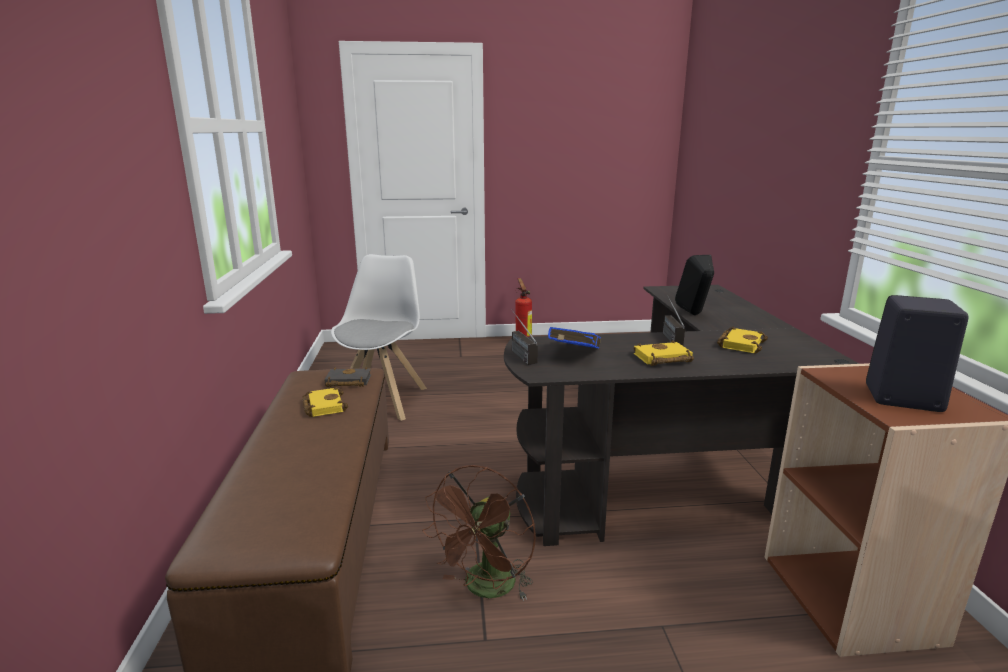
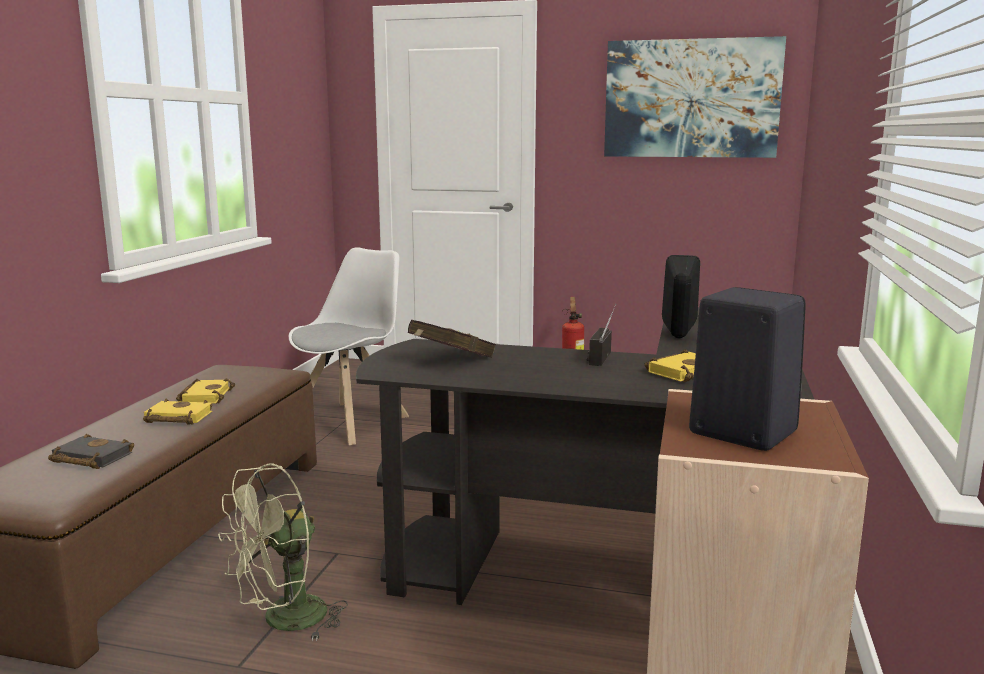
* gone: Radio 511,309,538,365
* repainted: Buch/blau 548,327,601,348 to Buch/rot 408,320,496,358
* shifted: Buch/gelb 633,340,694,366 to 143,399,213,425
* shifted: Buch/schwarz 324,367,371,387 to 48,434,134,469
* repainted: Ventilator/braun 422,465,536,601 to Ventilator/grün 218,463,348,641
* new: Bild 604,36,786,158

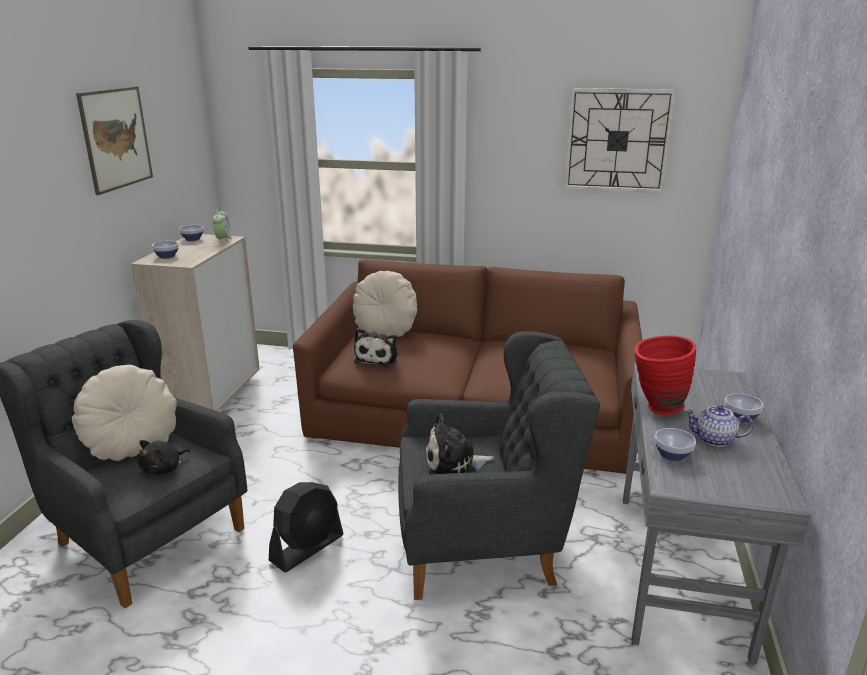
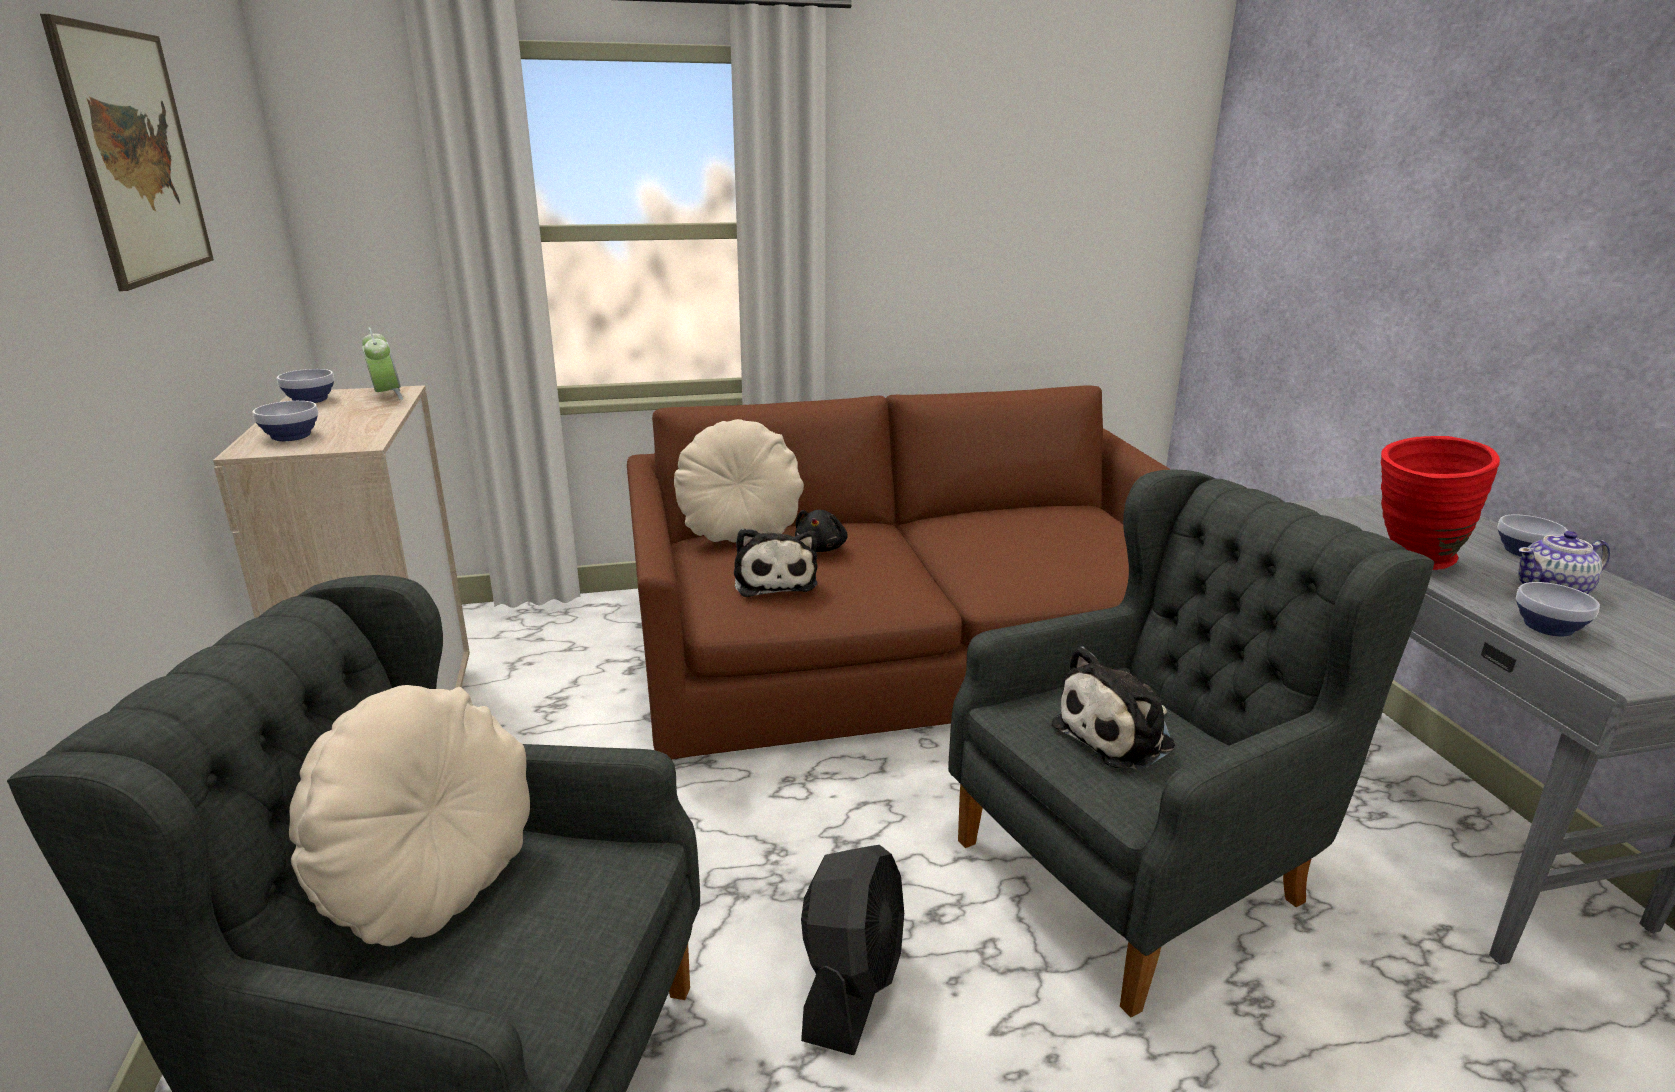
* gone: Wanduhr 564,88,676,193
* shifted: Plüschtier/schwarz 138,440,190,474 to 795,510,848,552

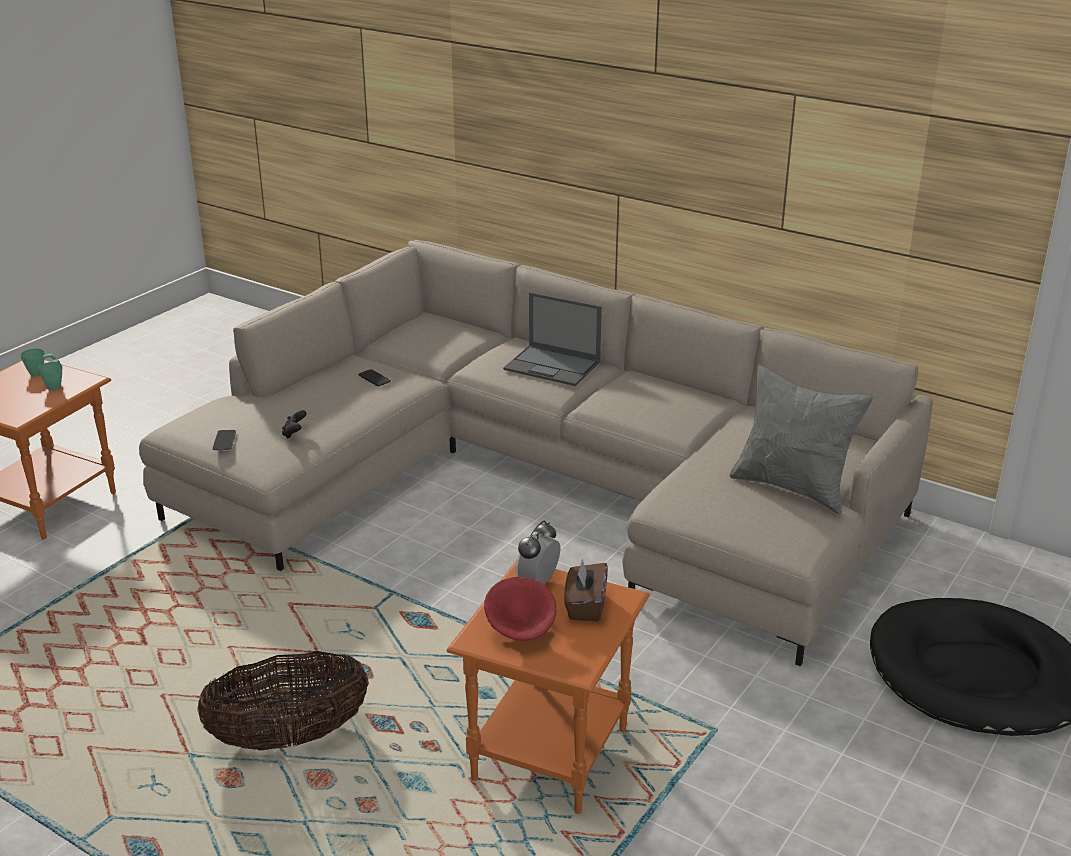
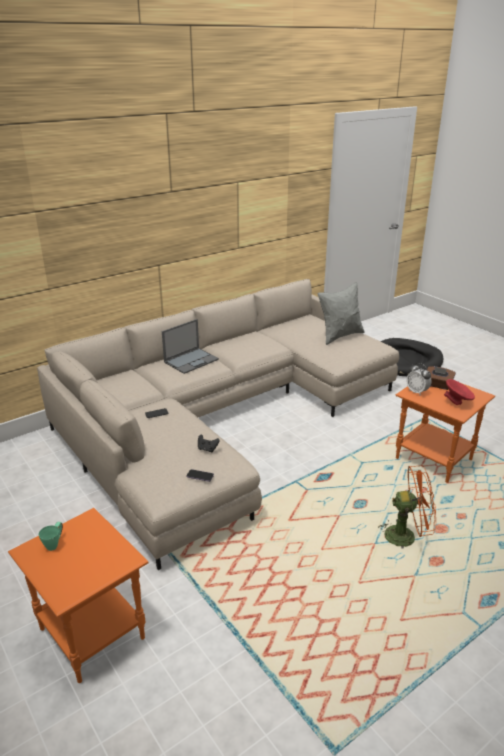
* gone: Henkelbecher/grün 38,359,62,390
* swapped: Korb 198,651,369,750 to Ventilator/orange 378,465,436,549

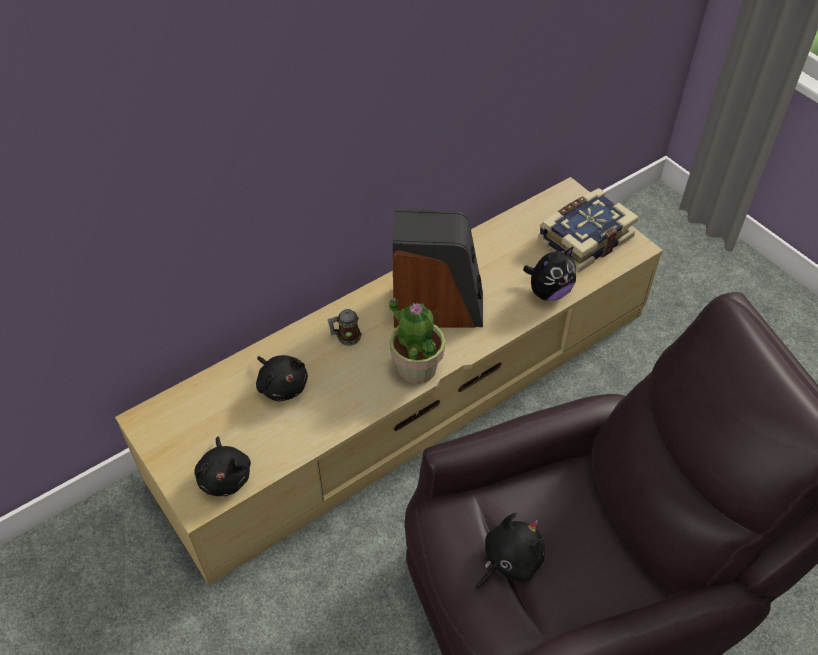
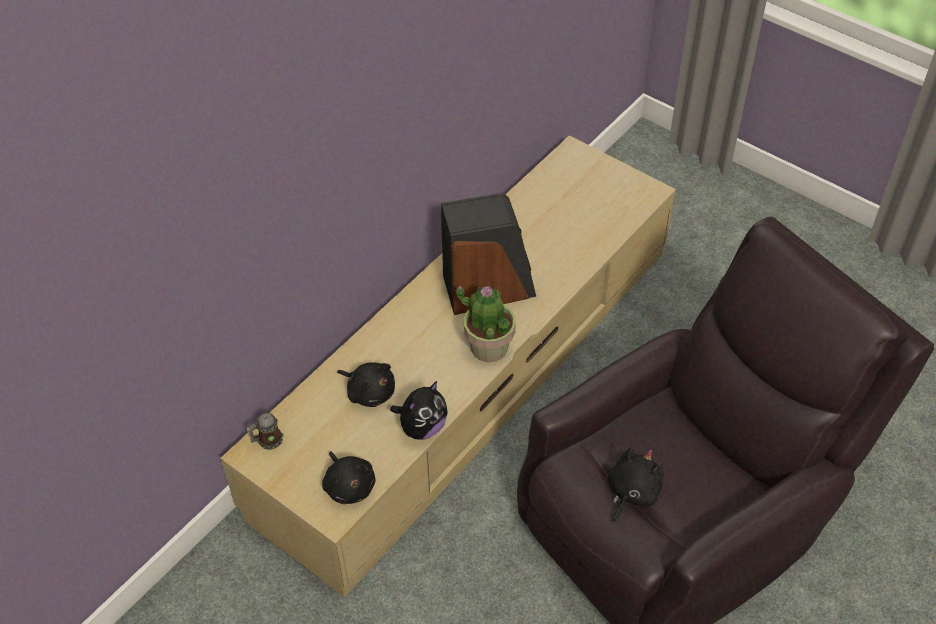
* gone: Buch 538,188,639,273
* shifted: Plüschtier 523,246,576,301 to 390,381,448,440
* shifted: Henkelbecher 328,309,362,346 to 246,413,284,450

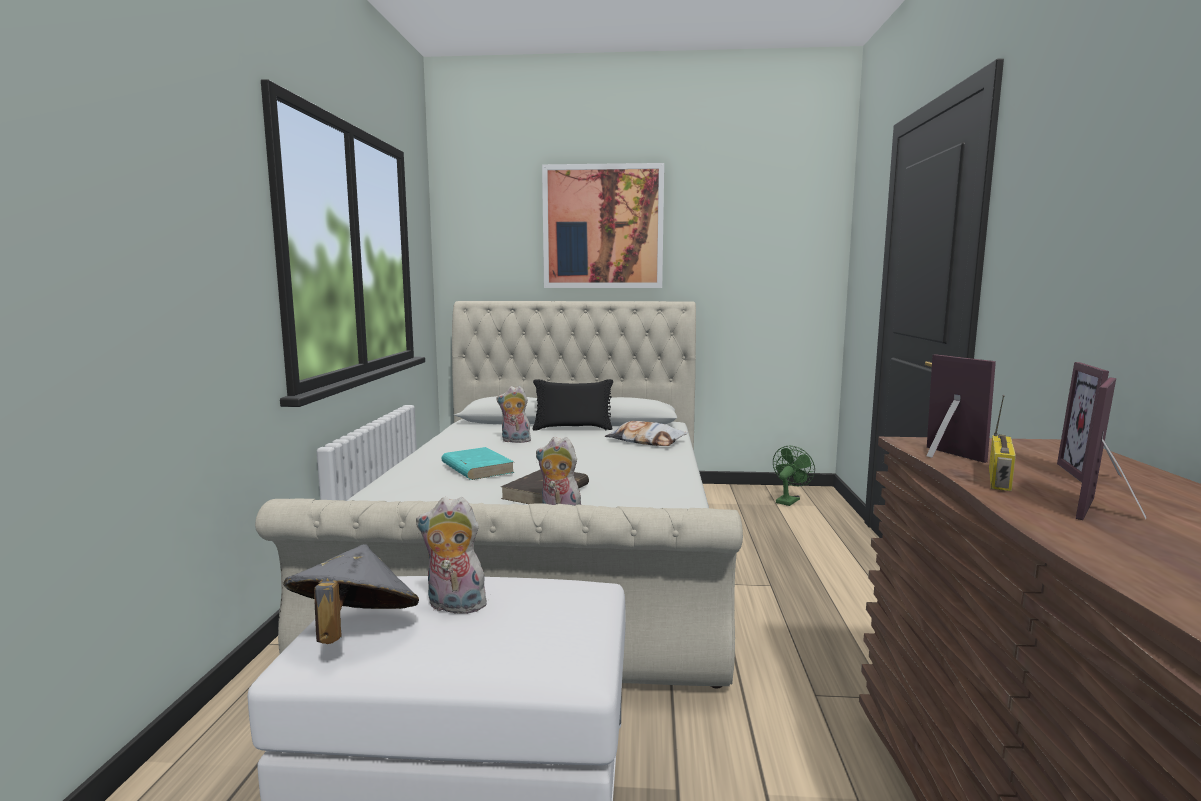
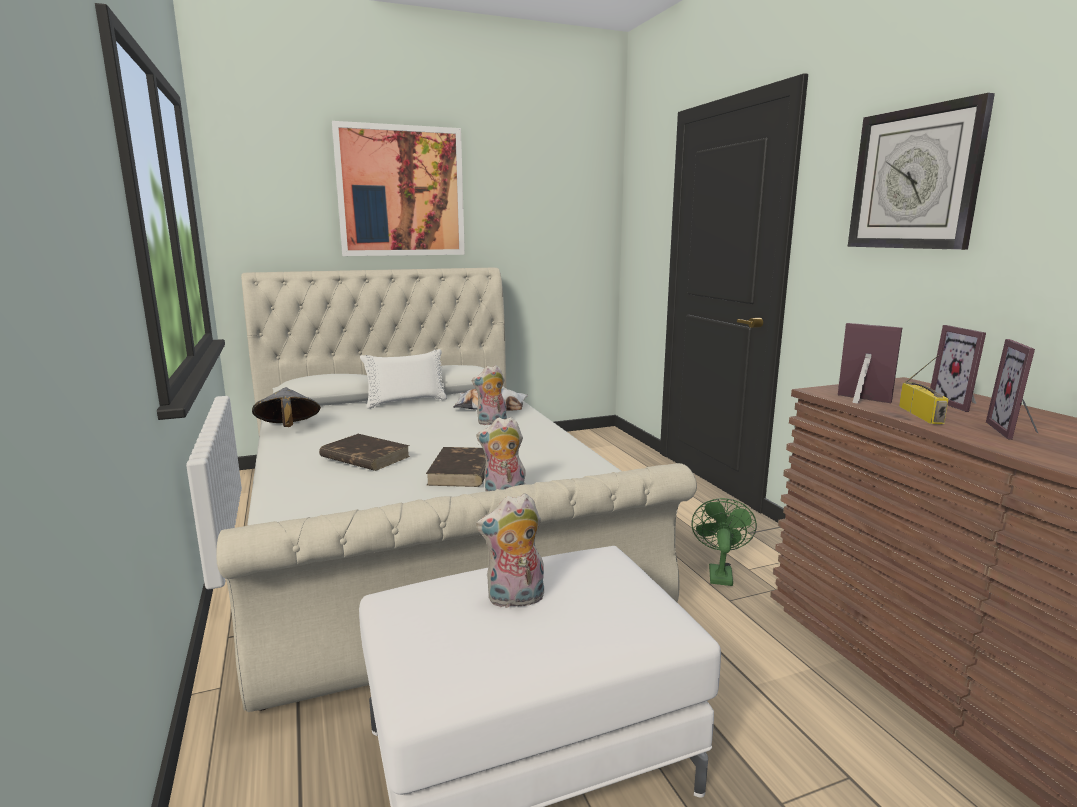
* repainted: Kissen/schwarz 533,379,613,431 to Kissen/weiß 360,349,447,409
* shifted: Plüschtier 496,386,531,443 to 472,365,507,425
* shifted: Ventilator/grün 773,446,815,506 to 691,498,757,586
* repainted: Buch/türkis 441,447,515,480 to Buch/braun 319,434,410,471
* shifted: Hut/grau 283,544,419,644 to 252,387,321,427
* new: Wanduhr 848,93,995,250

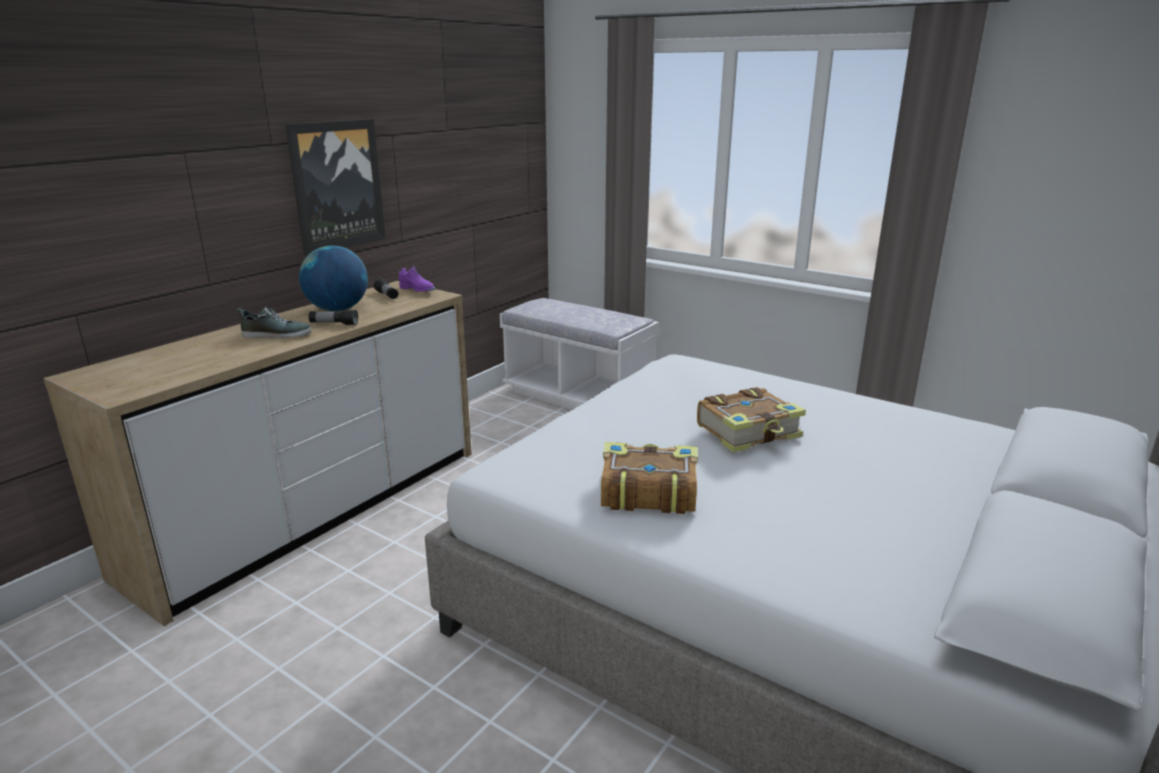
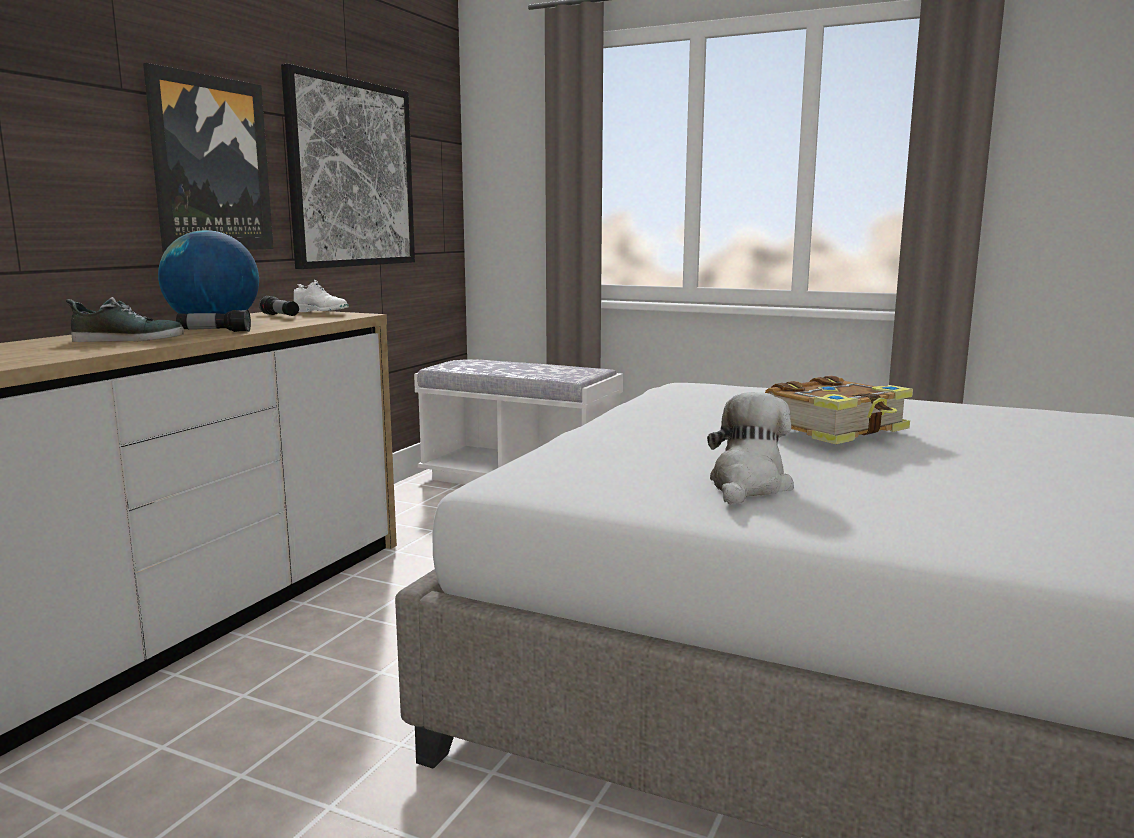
* repainted: Schuh/lila 399,266,435,292 to Schuh/weiß 294,280,349,312
* swapped: Buch 601,442,698,514 to Plüschtier 707,392,794,505
* new: Bild 281,64,415,269

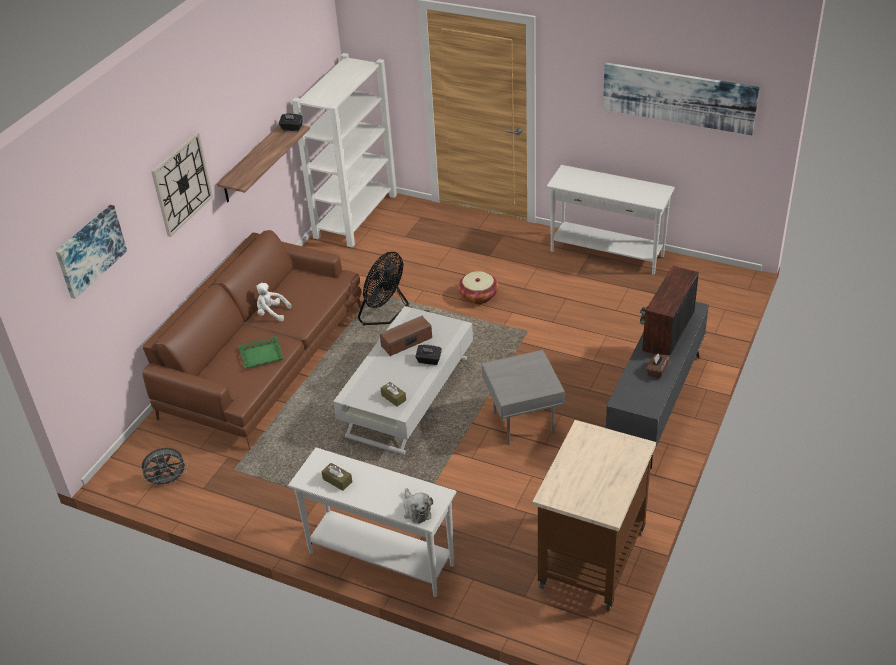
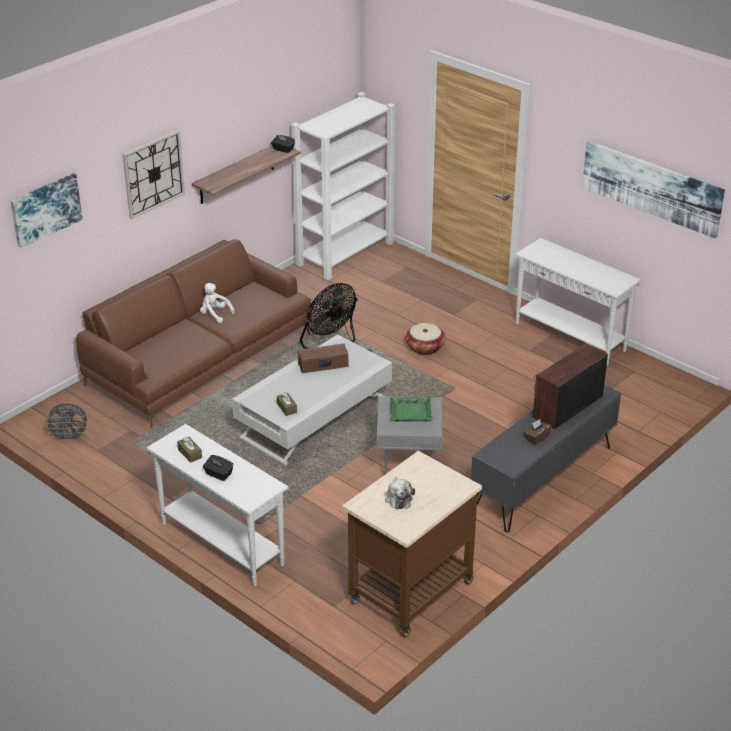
* shifted: Tablett/grün 238,336,284,368 to 390,397,433,422
* shifted: Taschentuchbox/schwarz 415,345,442,365 to 203,455,234,481
* shifted: Plüschtier 404,488,433,524 to 385,477,415,509

